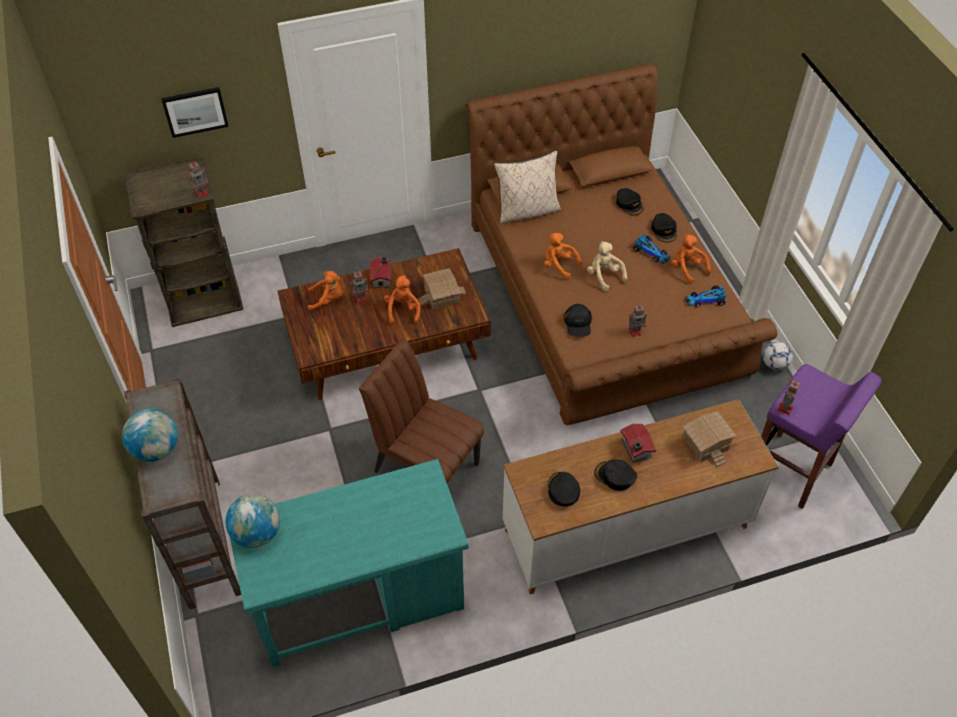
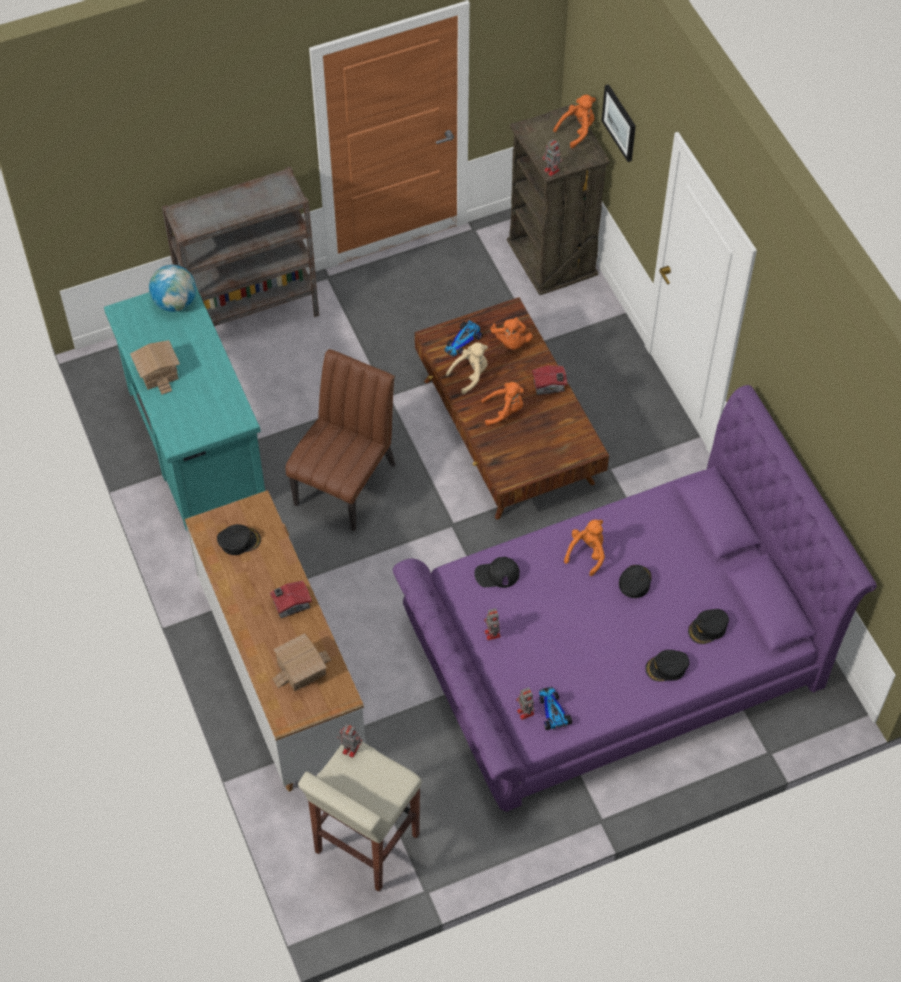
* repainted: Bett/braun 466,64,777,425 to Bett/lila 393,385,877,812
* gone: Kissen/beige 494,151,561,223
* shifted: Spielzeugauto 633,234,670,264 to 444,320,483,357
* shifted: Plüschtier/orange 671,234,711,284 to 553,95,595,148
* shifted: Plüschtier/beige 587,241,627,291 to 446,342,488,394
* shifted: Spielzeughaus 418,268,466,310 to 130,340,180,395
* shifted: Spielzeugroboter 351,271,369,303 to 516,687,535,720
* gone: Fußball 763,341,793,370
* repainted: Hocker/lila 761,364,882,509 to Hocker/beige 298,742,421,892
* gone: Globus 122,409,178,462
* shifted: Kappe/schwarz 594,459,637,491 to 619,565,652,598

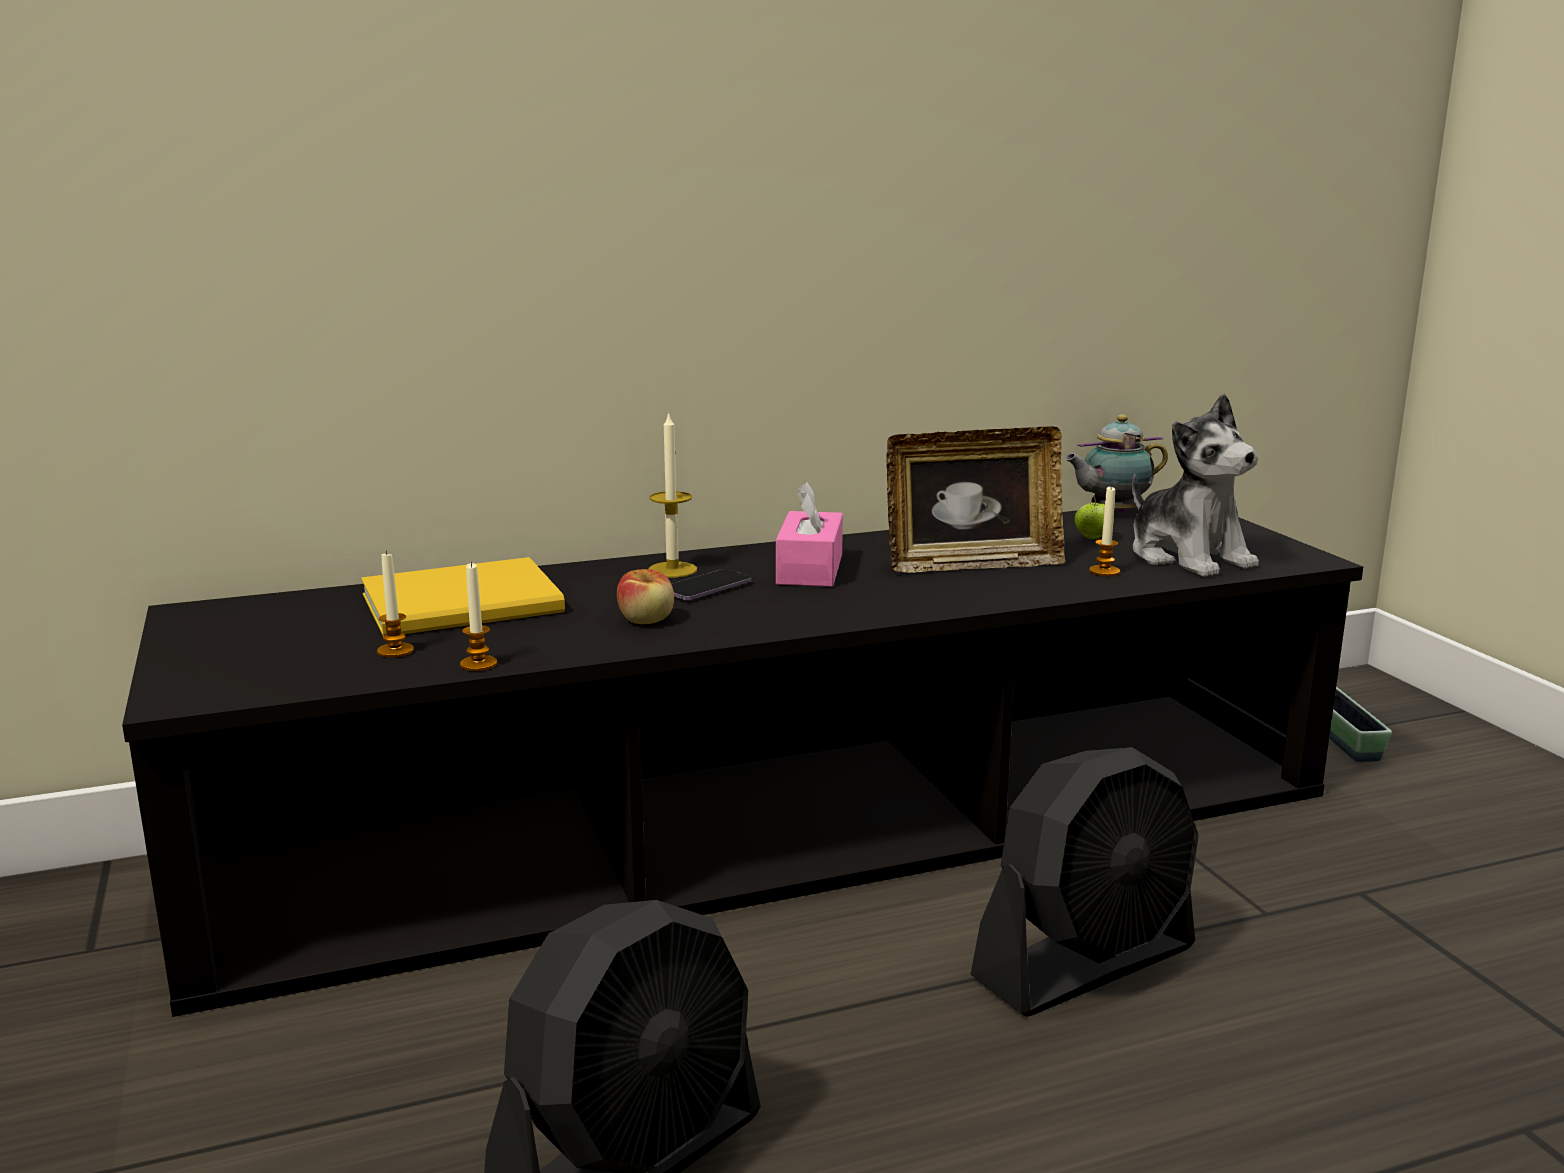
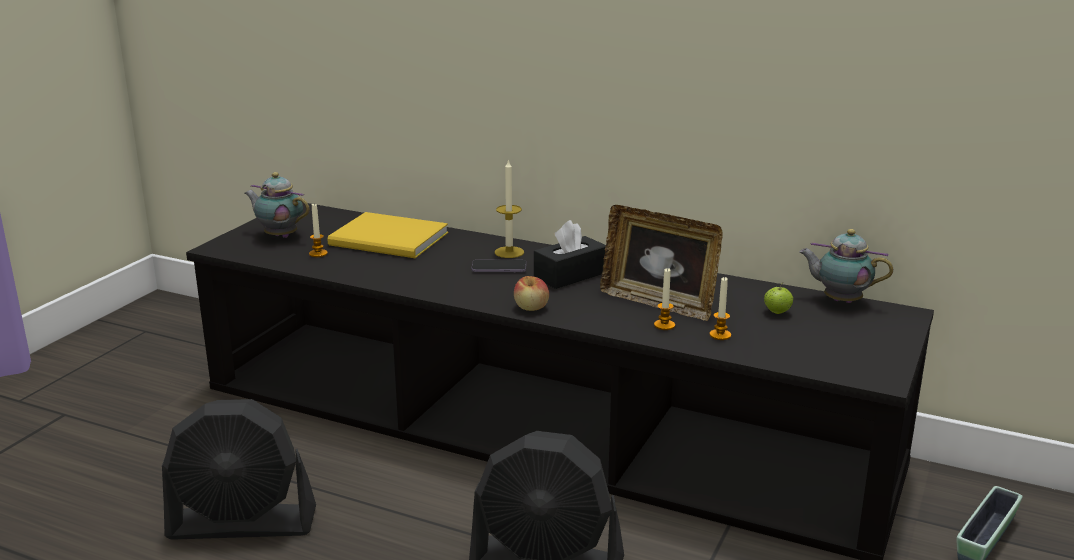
* gone: Plüschtier 1132,393,1259,577
* repainted: Taschentuchbox/rosa 776,481,843,587 to Taschentuchbox/schwarz 534,220,606,289
* shifted: Kerze 460,562,497,671 to 654,268,675,330
* shifted: Apfel 617,569,674,624 to 514,276,549,311
* new: Teekanne 245,172,310,238

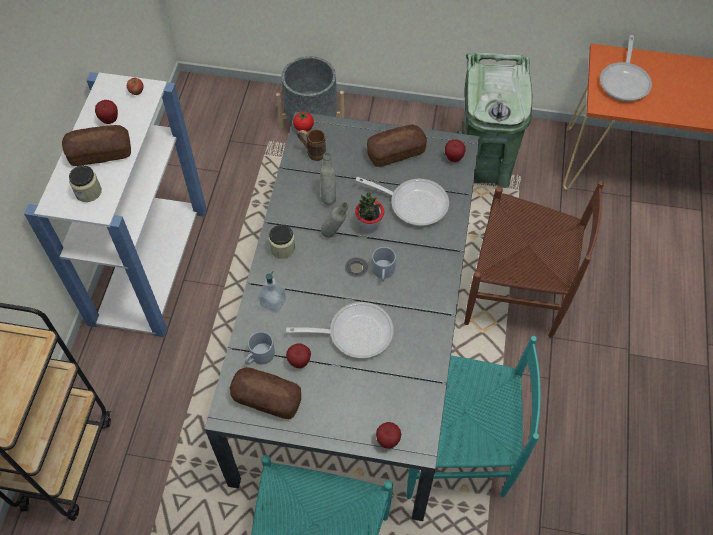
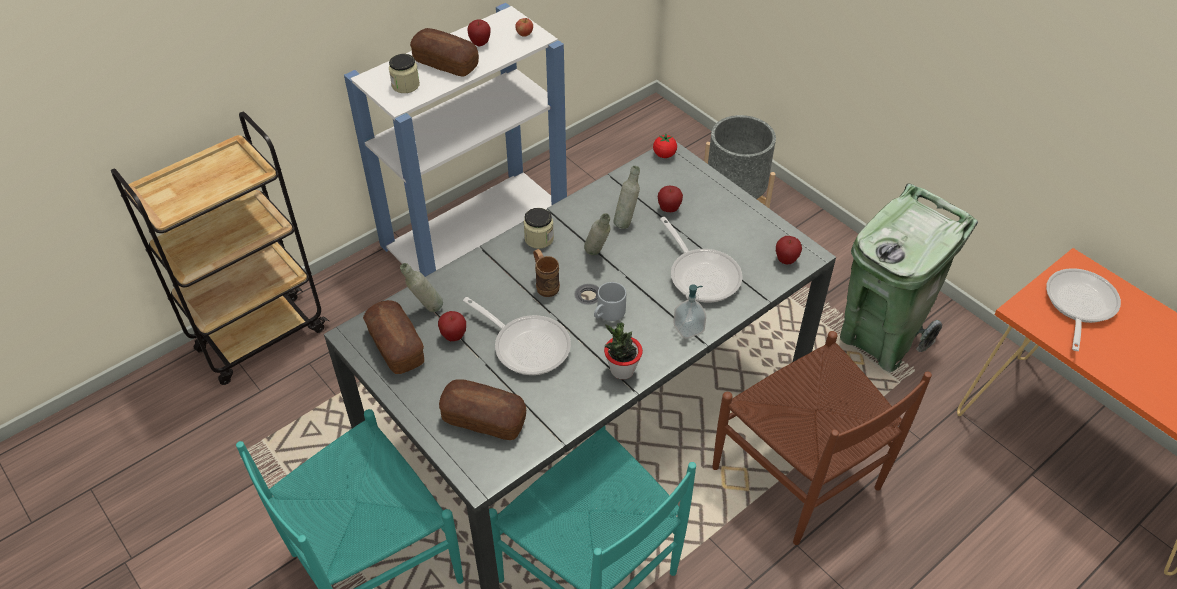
* rotated: Pfanne 600,35,652,101 = 1046,268,1121,351 150 degrees clockwise
* shifted: Brot 367,124,427,167 to 439,379,526,440
* shifted: Henkelbecher/braun 297,129,326,161 to 533,249,560,297
* shifted: Topfpflanze 355,193,384,233 to 604,322,643,379
* shifted: Seifenspender 259,271,286,313 to 673,285,706,339
* swapped: Henkelbecher/grau 245,332,275,364 to Flasche/grau 400,263,443,312
* shifted: Apfel 376,422,401,449 to 658,186,683,212

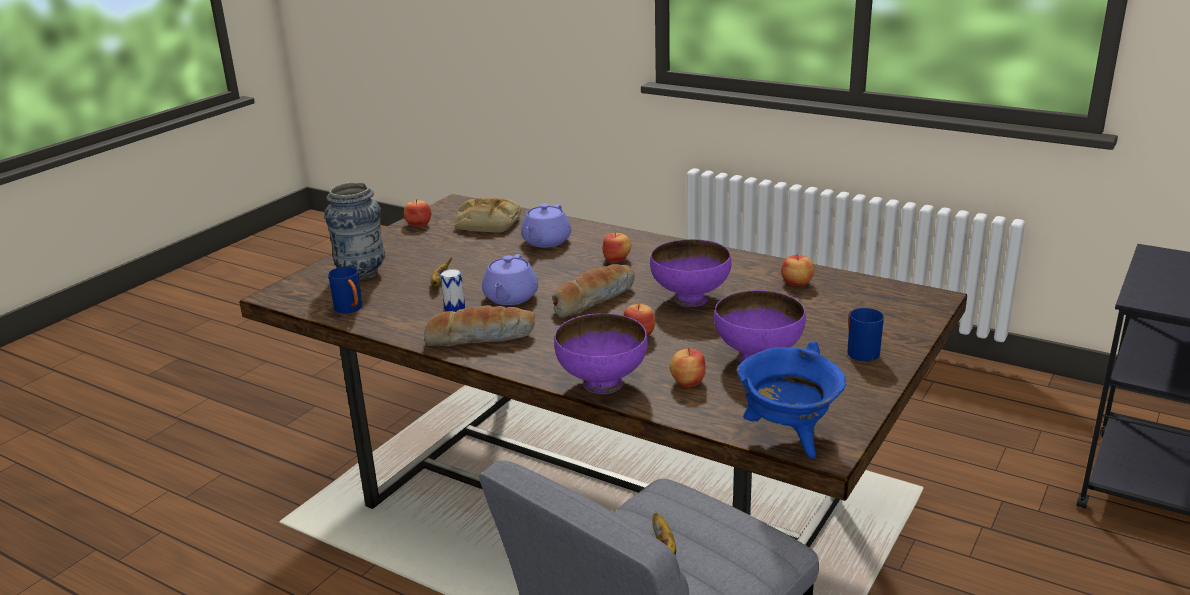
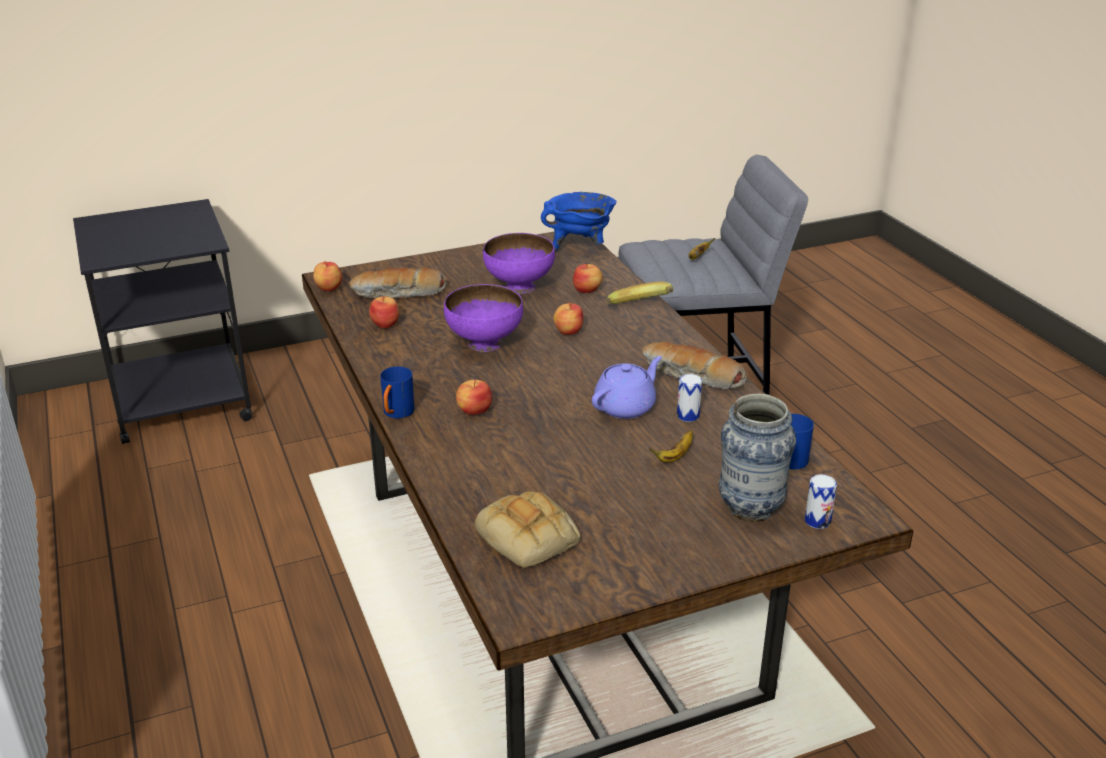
* shifted: Apfel 404,199,431,227 to 313,261,342,291
* gone: Teekanne/lila 521,203,571,248
* shifted: Brot 552,264,635,318 to 349,268,447,298
* shifted: Henkelbecher/blau 847,308,884,361 to 380,366,414,419
* swapped: Schüssel/lila 554,313,648,394 to Banane 607,281,673,304
* new: Dose 805,474,837,529

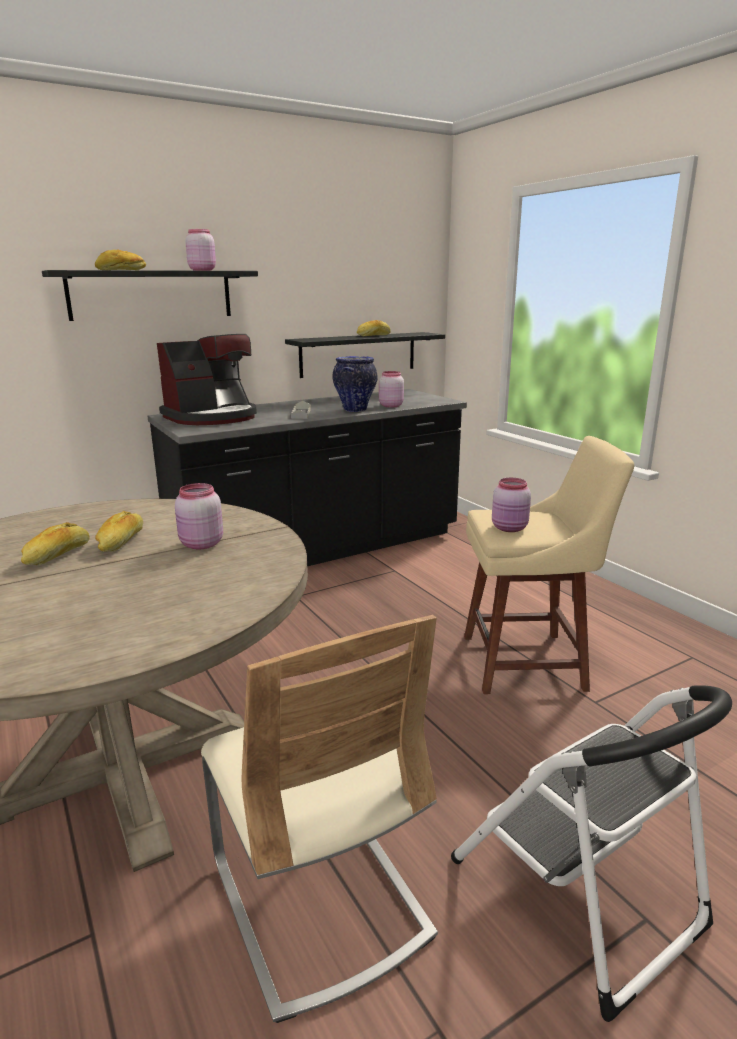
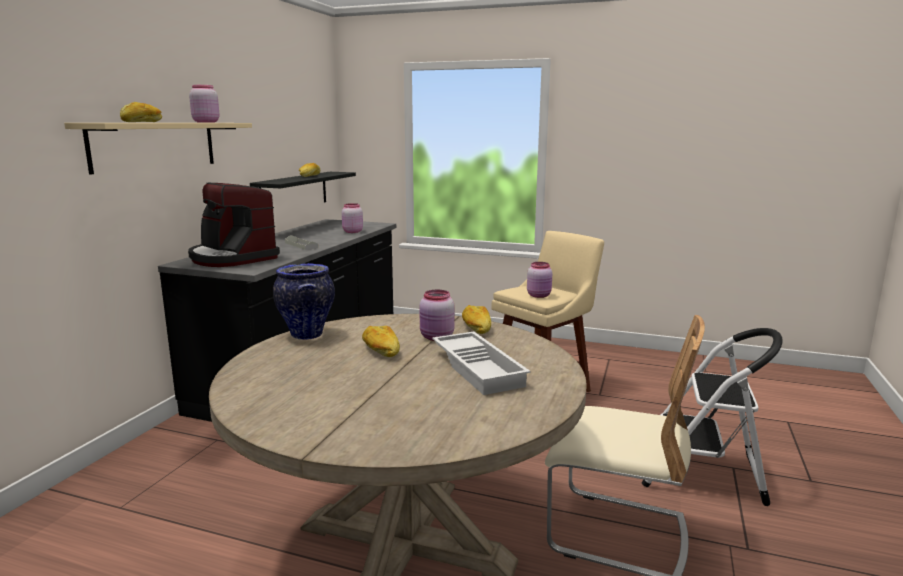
* repainted: Wandregal/schwarz 42,270,258,321 to Wandregal/beige 64,123,252,175
* rotated: Kaffeemaschine 157,334,257,425 = 188,183,280,267 120 degrees clockwise
* shifted: Vase 333,356,378,412 to 273,263,335,340
* shifted: Brot 21,522,90,565 to 462,305,491,334
* new: Tablett/weiß 432,332,531,395

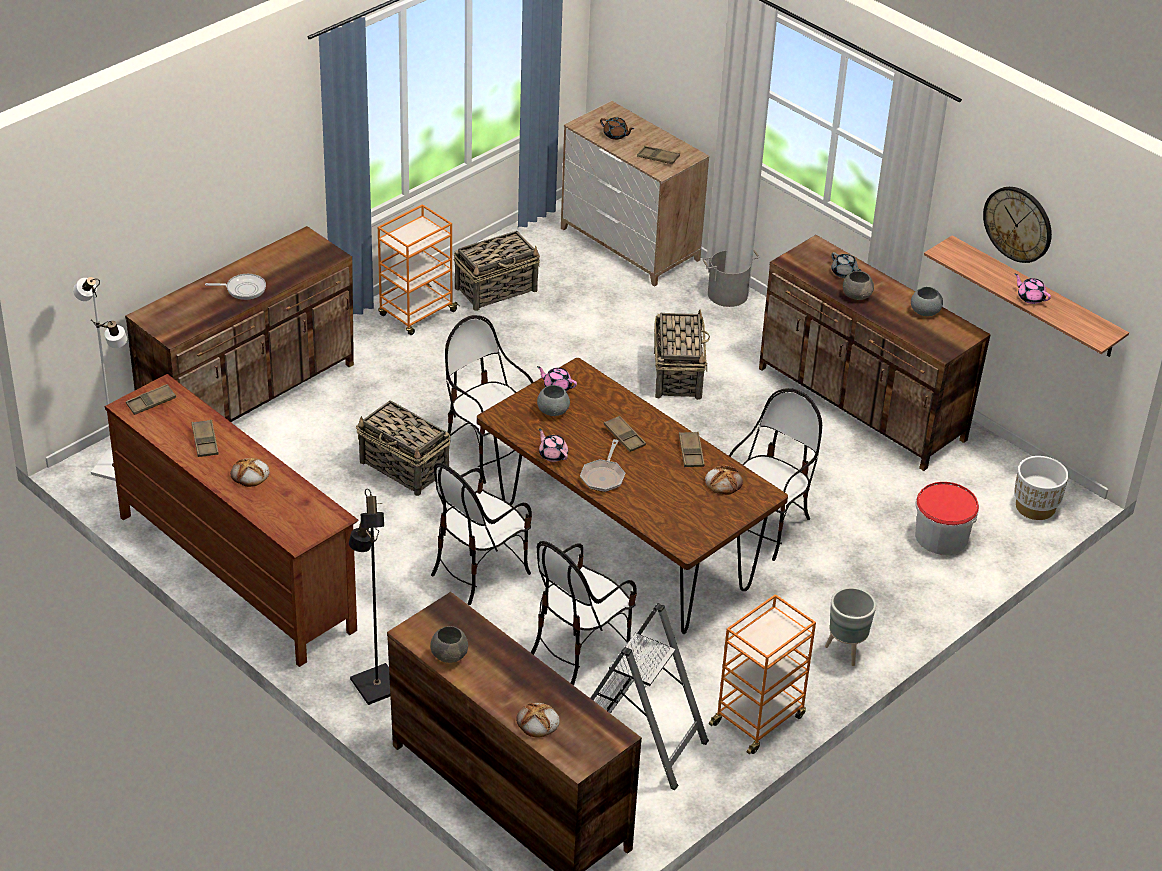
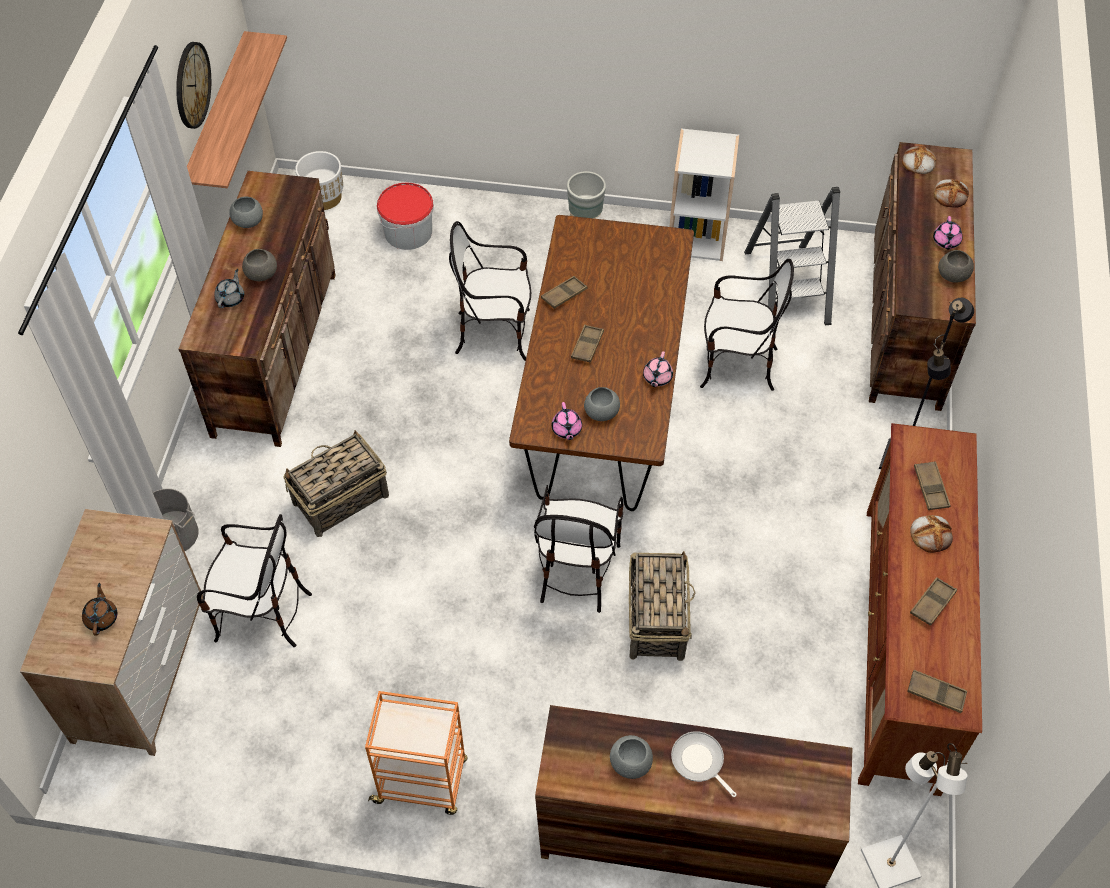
* shifted: Tablett/braun 637,146,680,164 to 914,461,950,510
* gone: Korb 454,231,540,311
* shifted: Teekanne/rosa 1015,274,1051,304 to 933,216,963,249
* gone: Pfanne 580,439,625,492
* shifted: Stuhl 431,463,532,605 to 197,514,312,647
* shifted: Brot 705,466,743,495 to 902,146,936,174
* swapped: Rollwagen/orange 709,594,816,754 to Bücherregal 670,129,739,261
* new: Schüssel/grau 610,735,653,779

